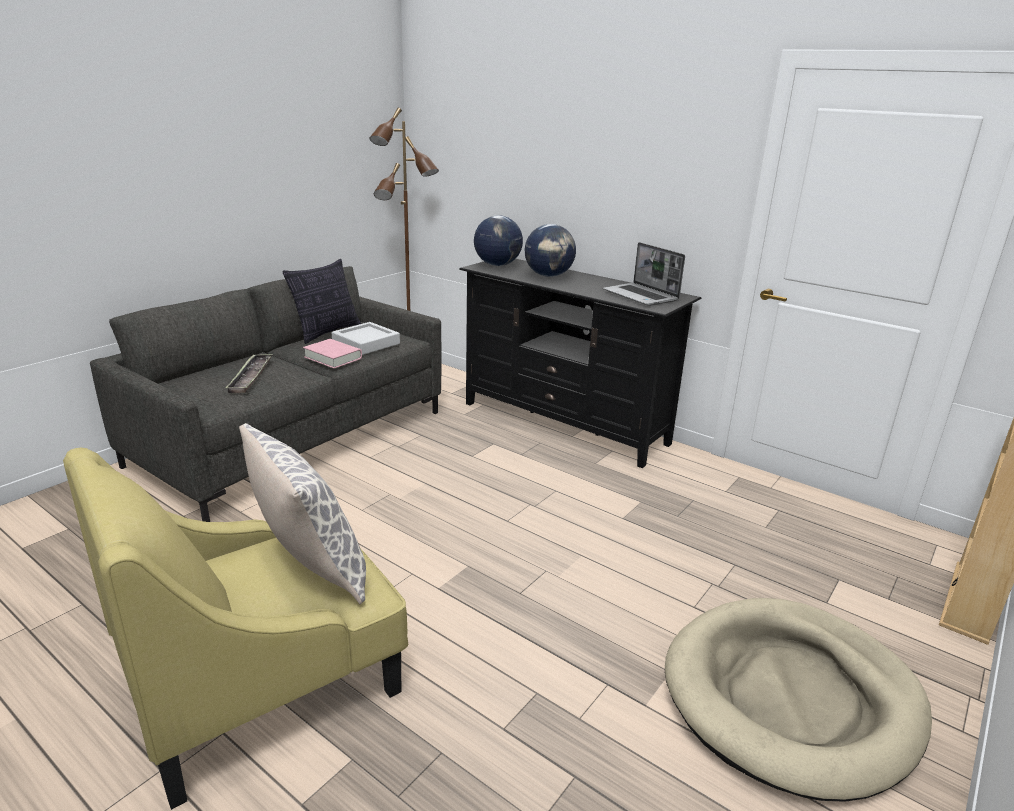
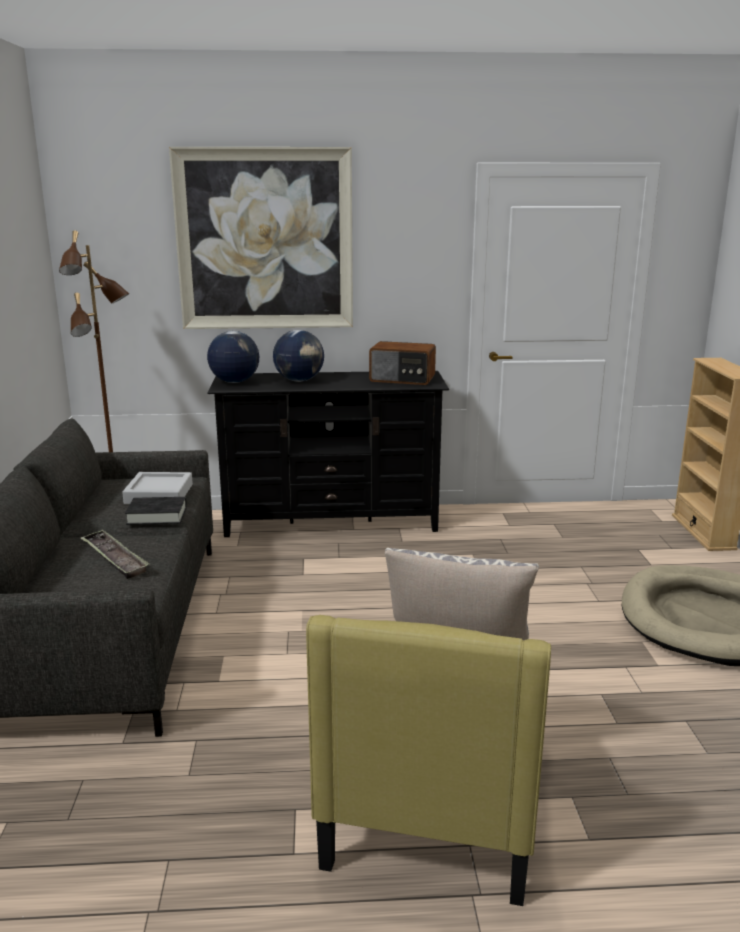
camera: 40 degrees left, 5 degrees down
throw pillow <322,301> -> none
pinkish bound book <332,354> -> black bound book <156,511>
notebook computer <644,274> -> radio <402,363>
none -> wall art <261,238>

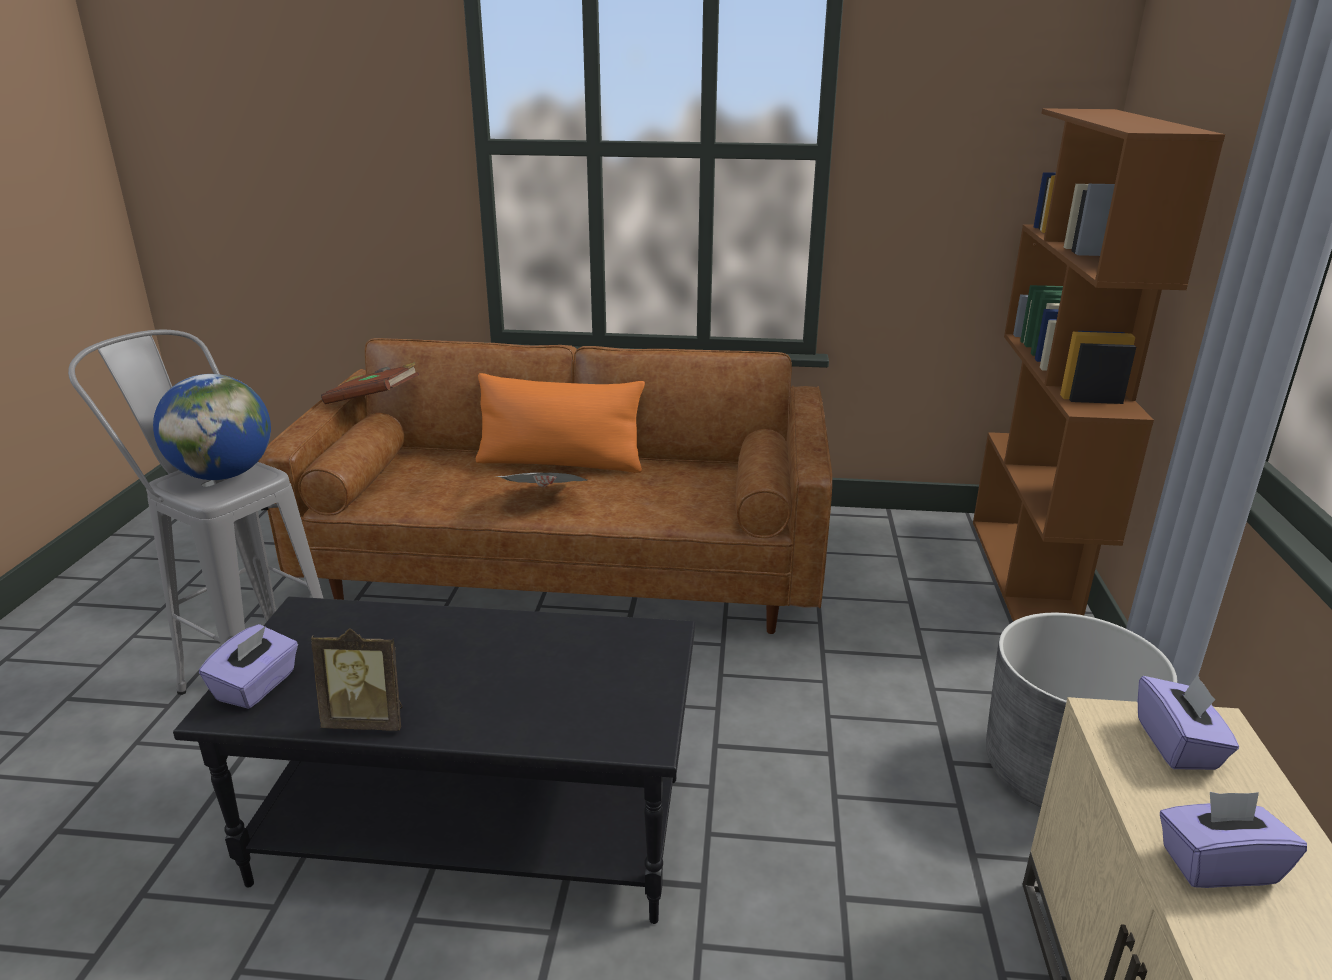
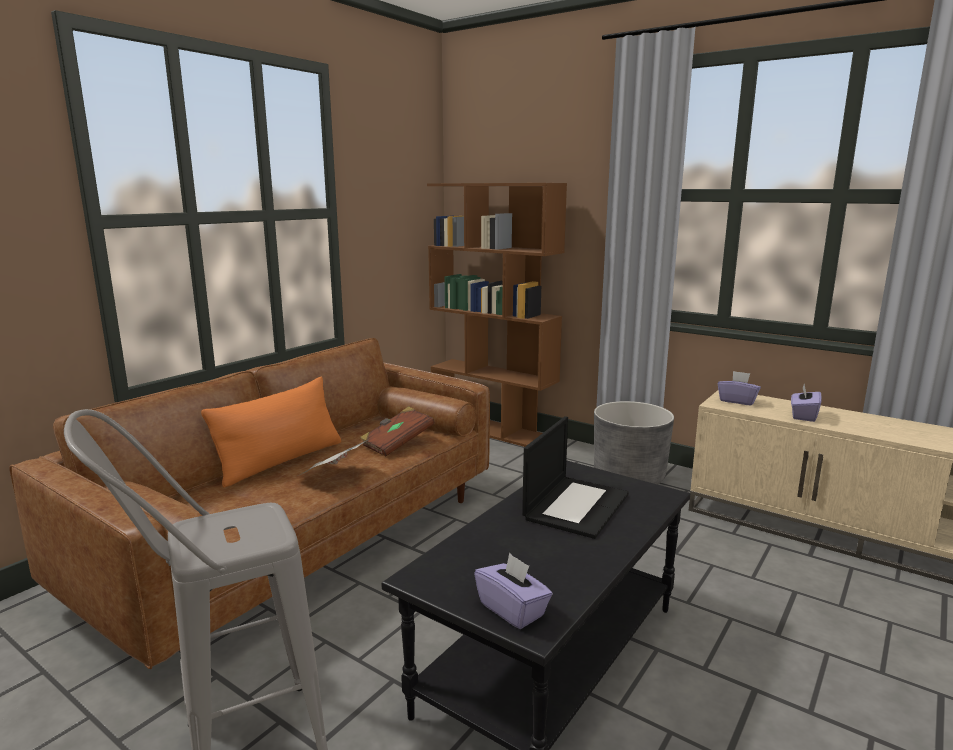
camera: 60 degrees left, 10 degrees down
world globe <212,427> -> none
picture frame <356,679> -> none
brown bound book <370,383> -> brown bound book <397,431>, relocated
none -> notebook computer <575,477>

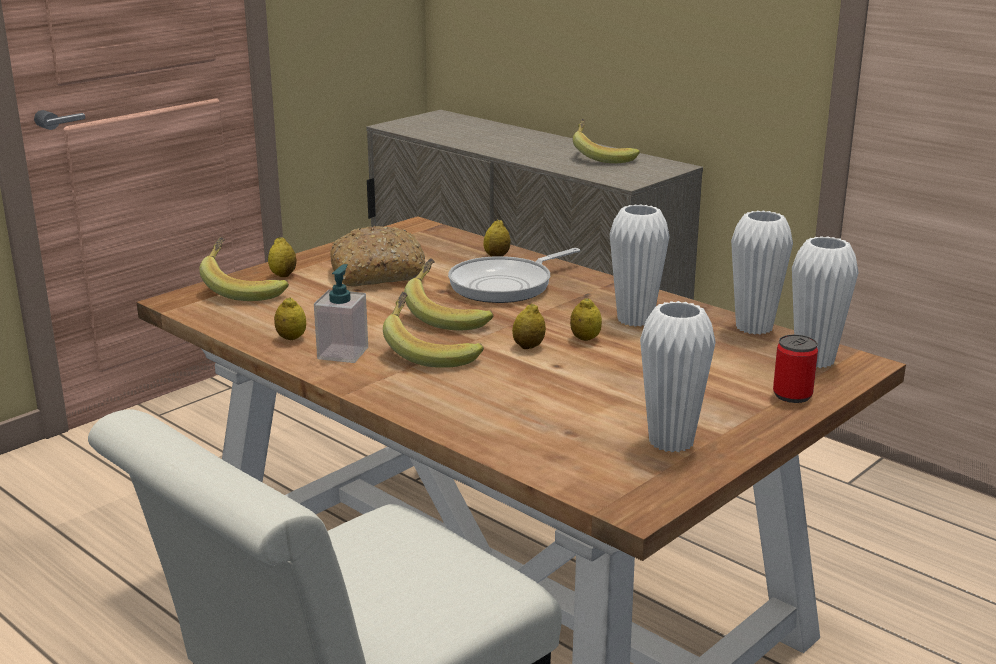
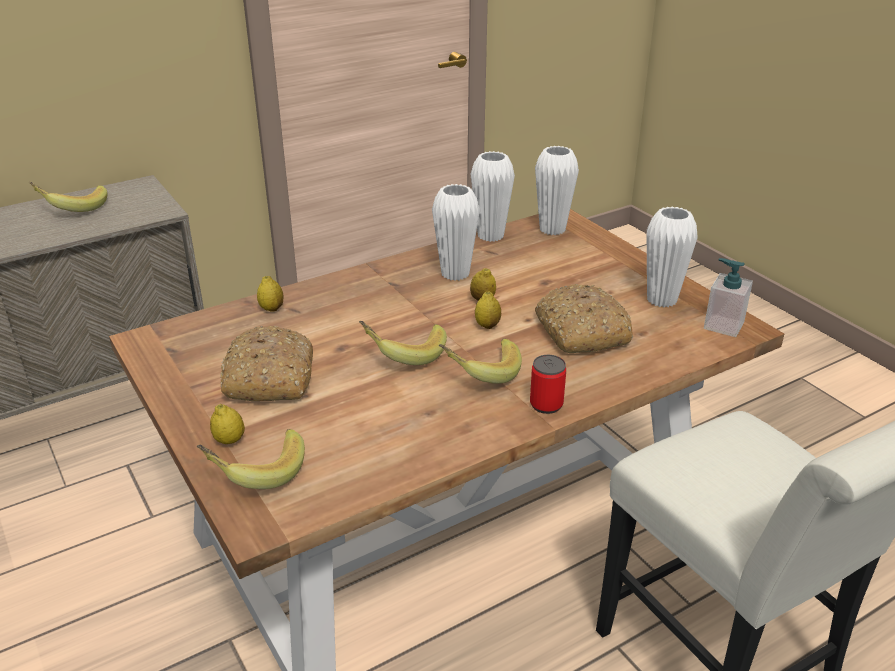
camera: 75 degrees left, 10 degrees up
lemon <290,318> -> none
liquid soap bottle <341,313> -> liquid soap bottle <728,297>, relocated
pan <514,275> -> none
metal can <795,369> -> metal can <548,384>, relocated
none -> bread <584,318>

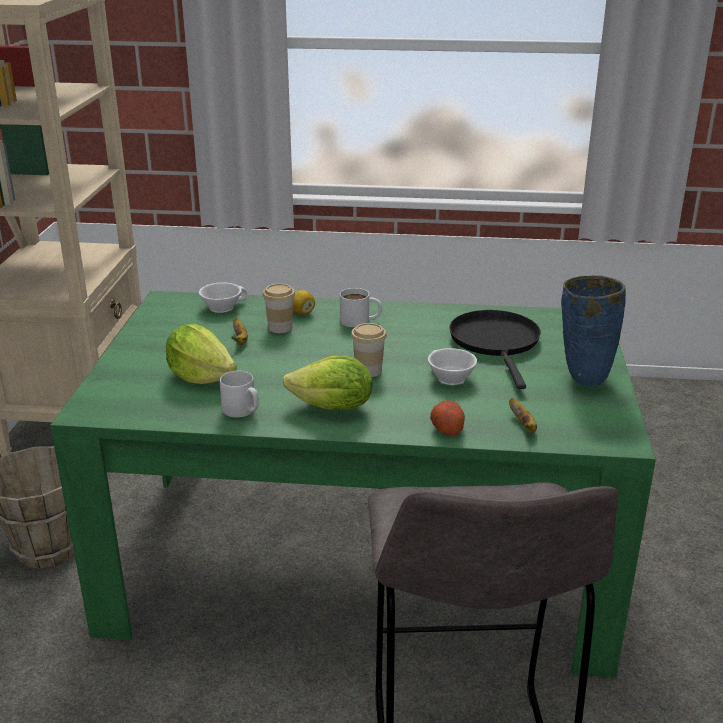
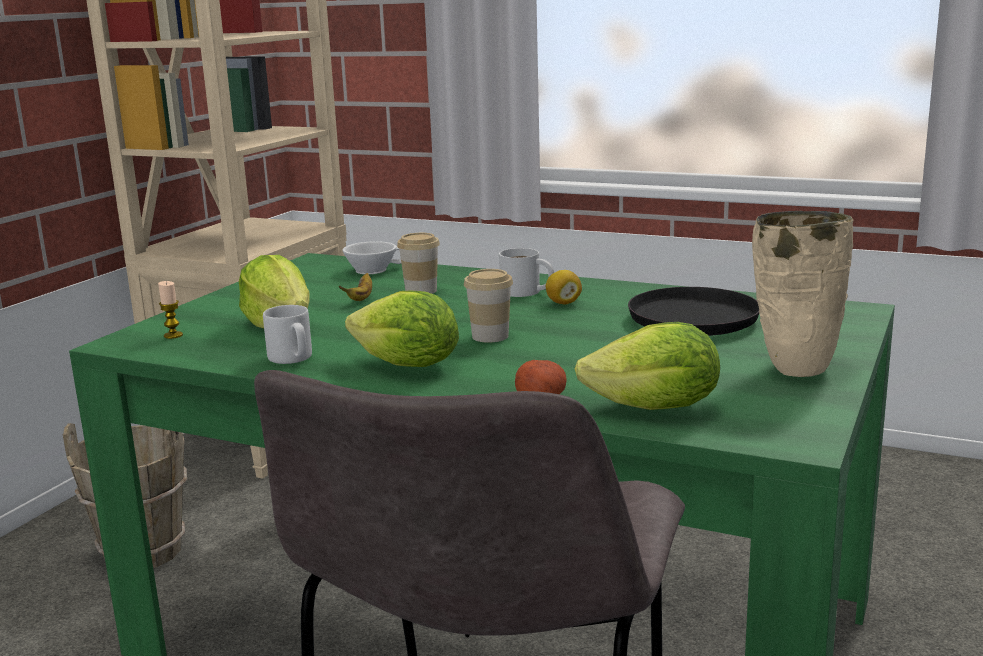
camera: 20 degrees right, 10 degrees down
lemon <304,302> -> lemon <563,287>, relocated
white cup <452,366> -> none
banana <523,415> -> head of lettuce <647,366>
blue-coloured flower vase <593,330> -> sand-coloured flower vase <803,294>
none -> wax candle <170,310>

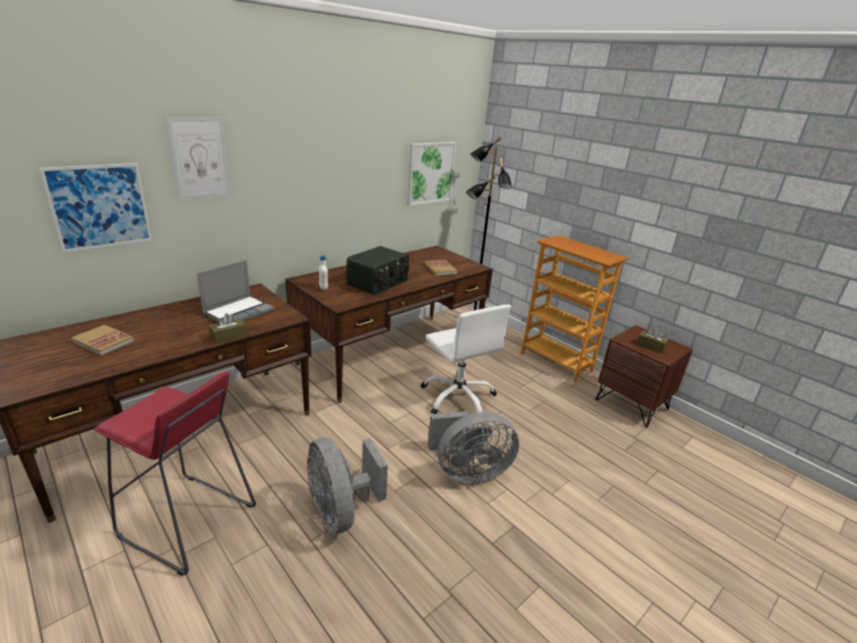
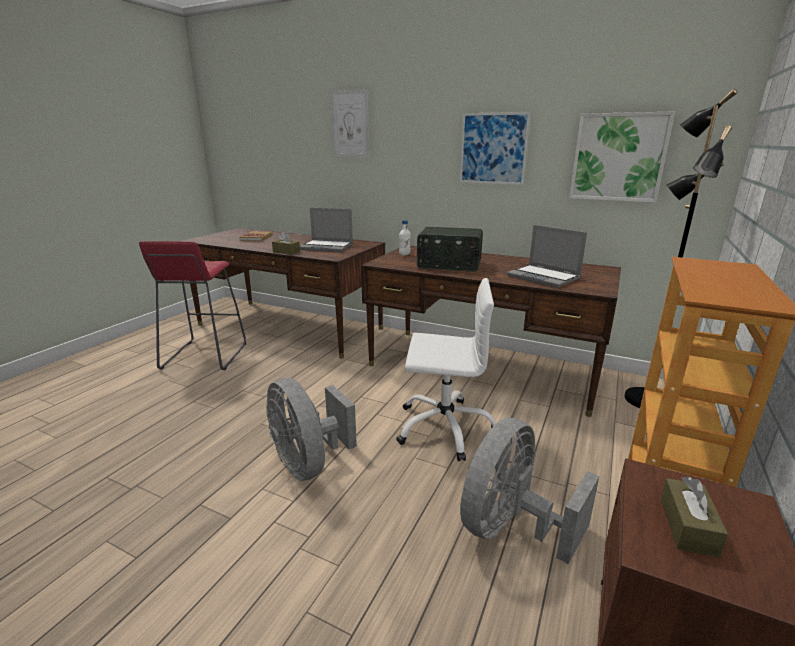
camera: 70 degrees right, 5 degrees down
wall art <95,208> -> wall art <495,148>, relocated
gray electric fan <347,485> -> gray electric fan <529,491>, relocated
white computer chair <466,359> -> white computer chair <446,369>, 120 degrees counterclockwise
bound book <441,268> -> notebook computer <546,256>

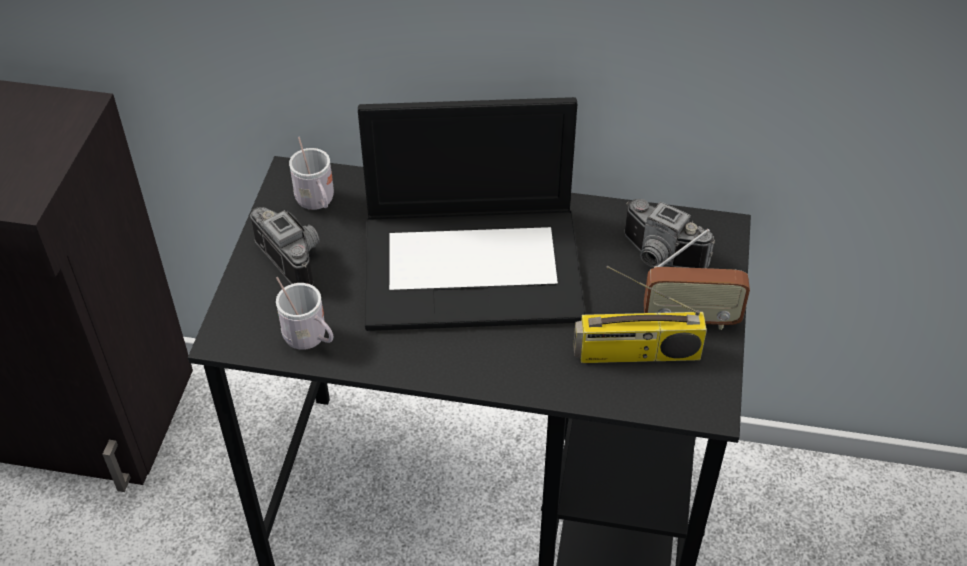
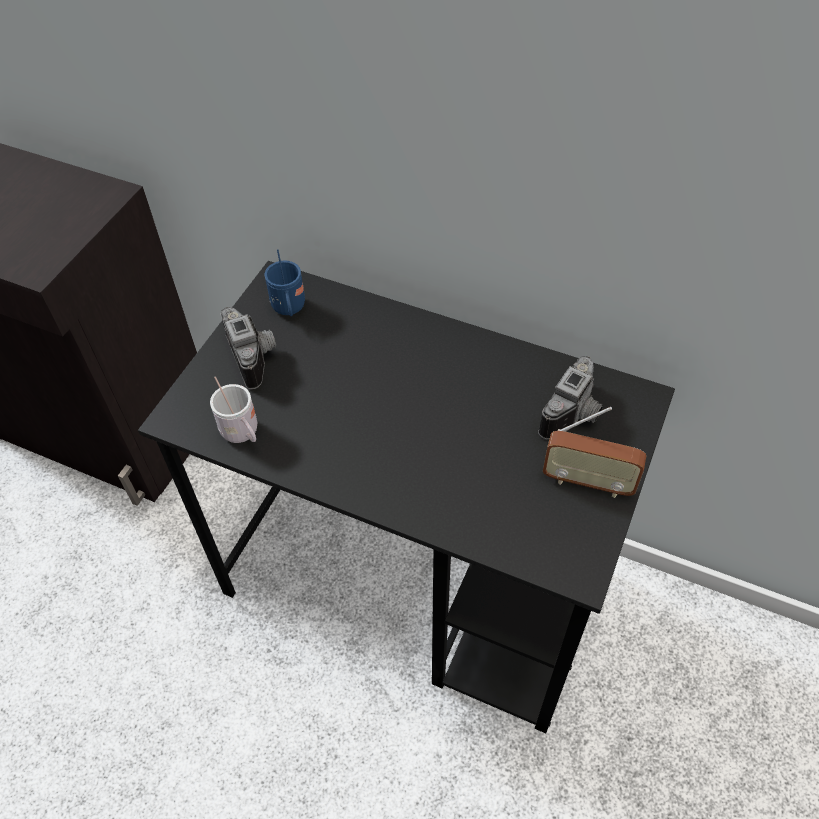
camera: 15 degrees right, 5 degrees up
white mug <311,173> -> blue-coloured mug <285,282>
notebook computer <472,214> -> none
radio <640,314> -> none
photo camera <670,233> -> photo camera <570,397>, 105 degrees counterclockwise

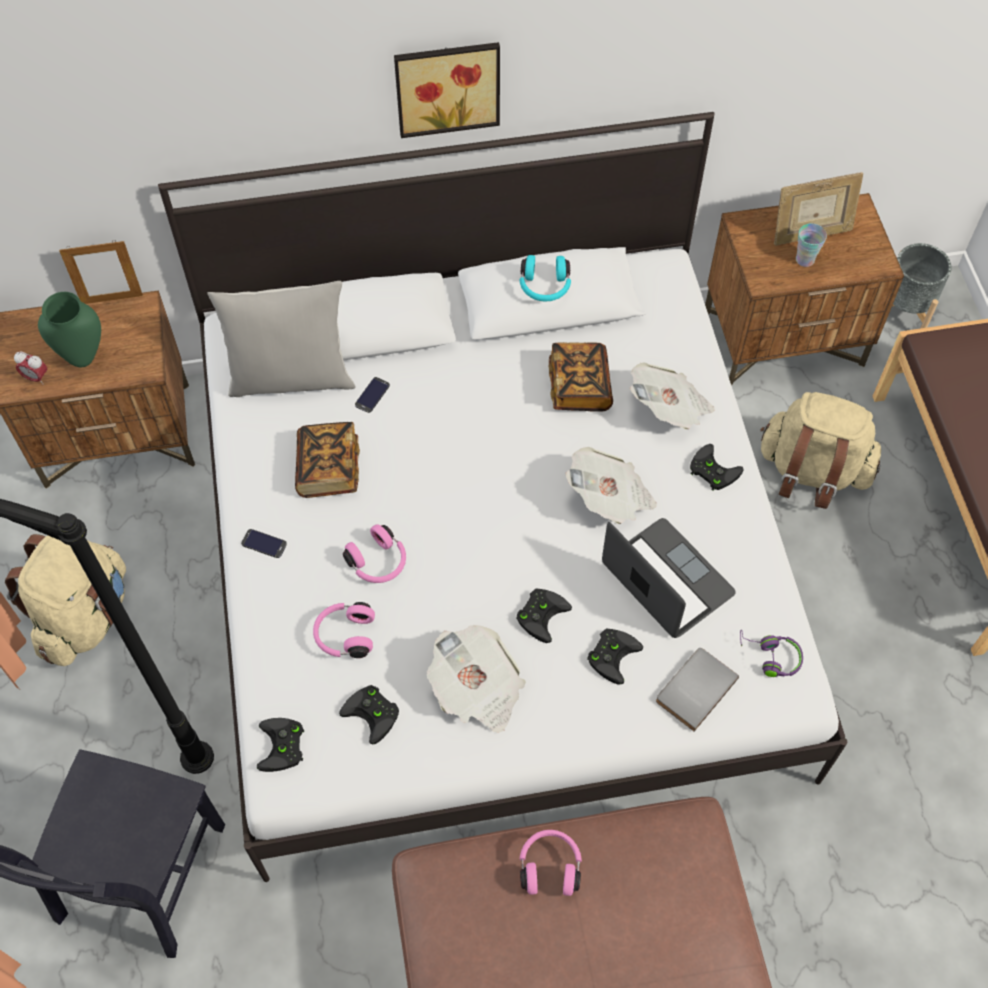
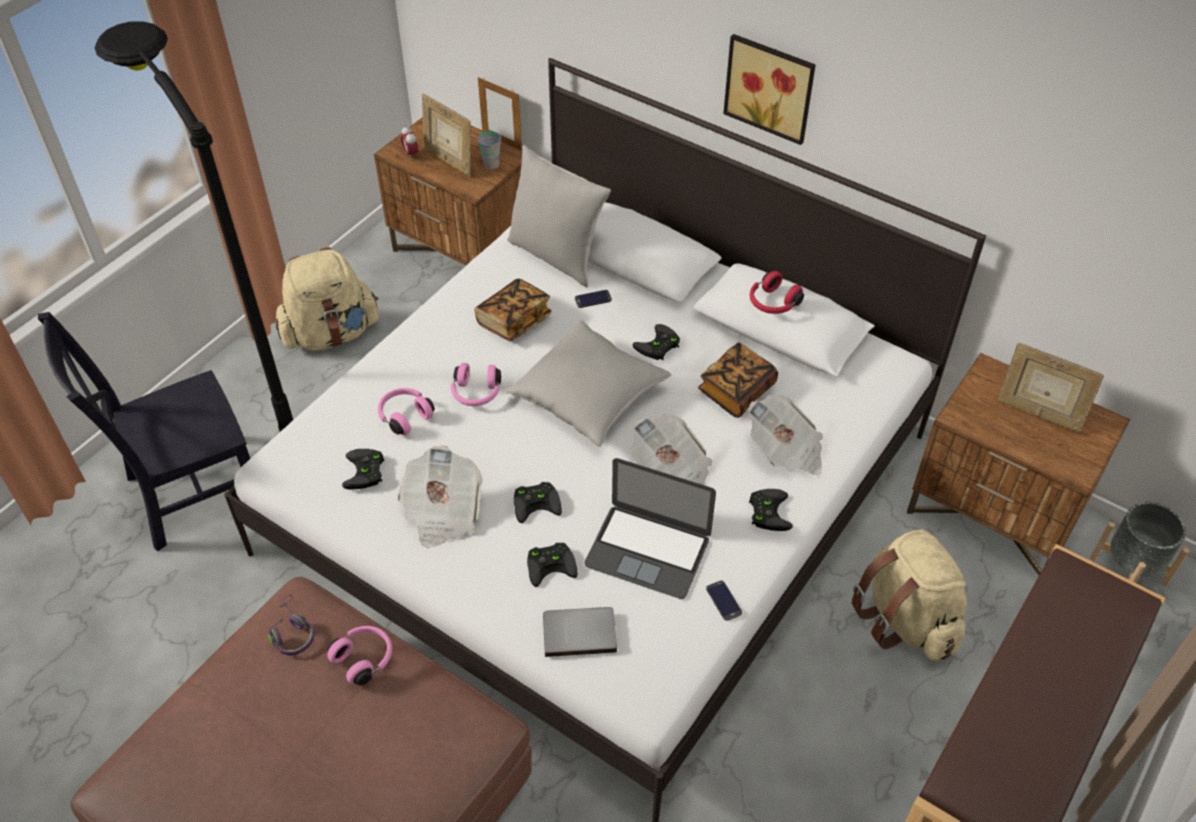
camera: 45 degrees right, 10 degrees down
greenish flower vase <69,329> -> picture frame <446,135>
telephone <264,543> -> telephone <724,600>, relocated
black gamepad <280,745> -> black gamepad <656,342>, relocated
turquoise headphones <545,278> -> red headphones <777,292>
notebook computer <669,578> -> notebook computer <650,528>, 105 degrees clockwise
purplish headphones <771,653> -> purplish headphones <291,625>, relocated
cup <811,245> -> cup <489,150>, relocated
none -> gray throw pillow <588,383>

